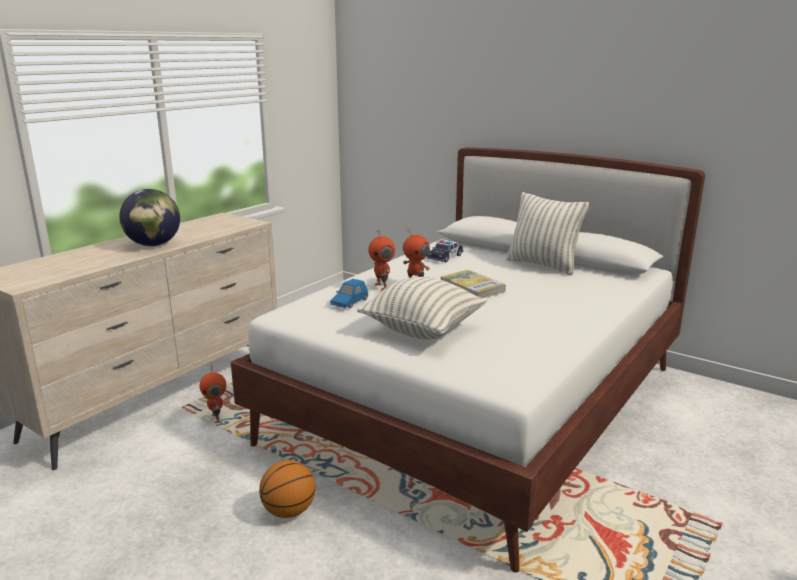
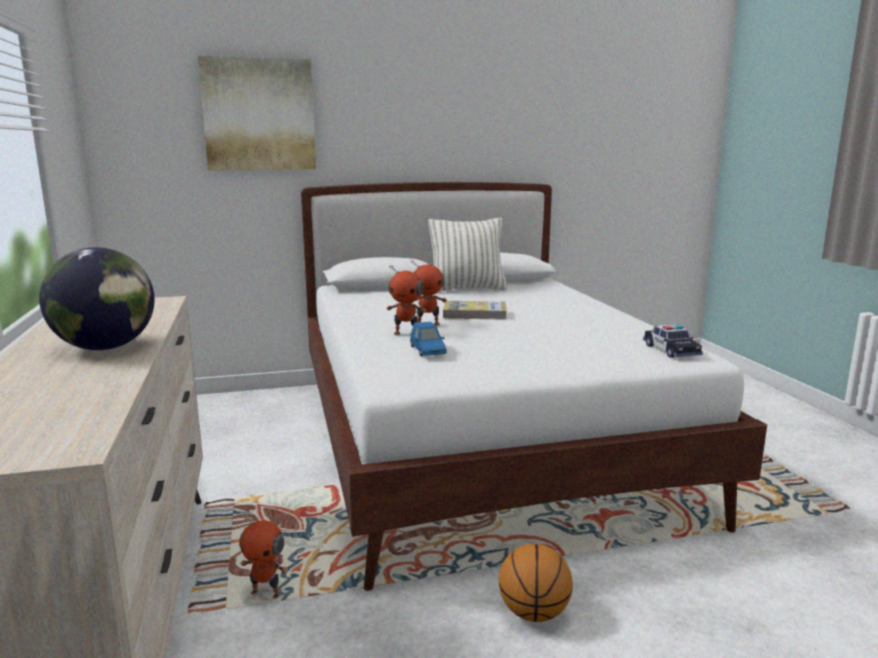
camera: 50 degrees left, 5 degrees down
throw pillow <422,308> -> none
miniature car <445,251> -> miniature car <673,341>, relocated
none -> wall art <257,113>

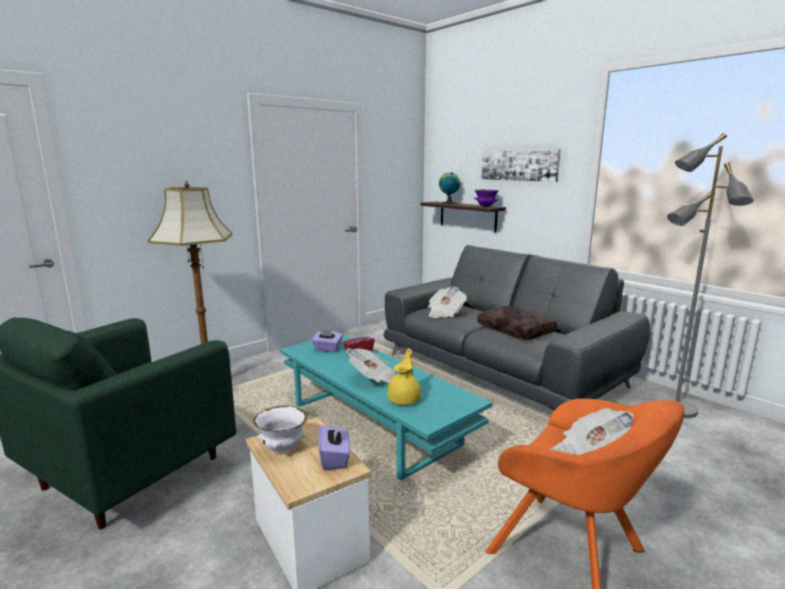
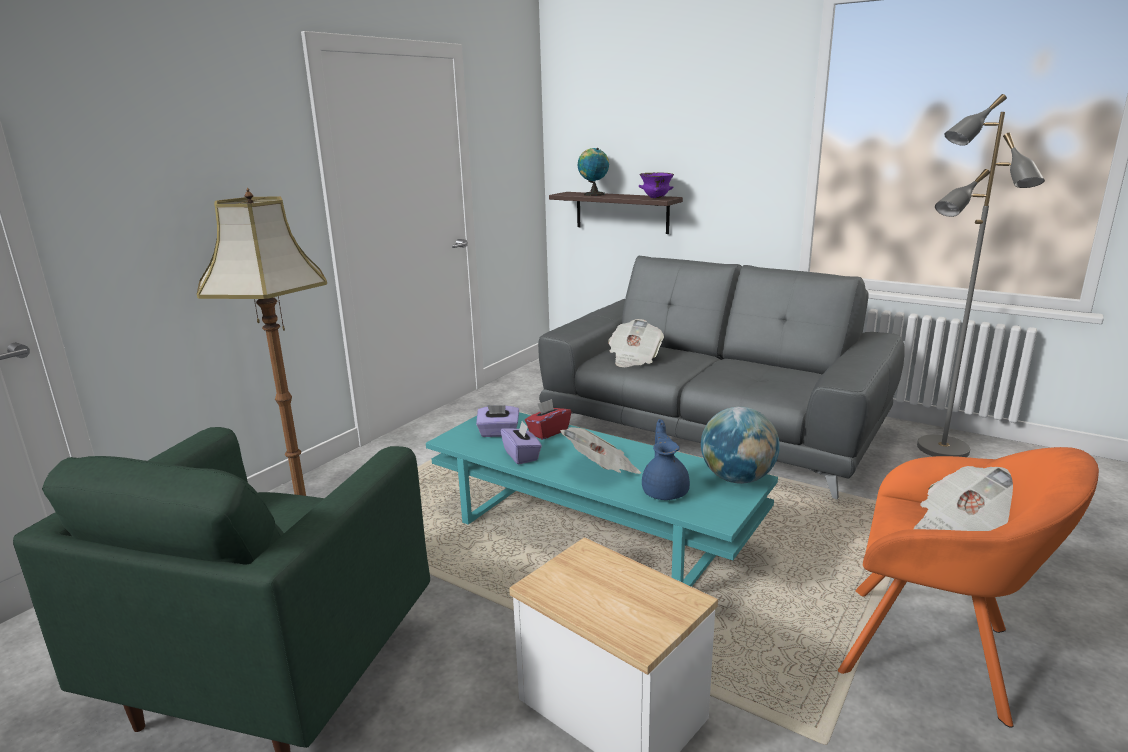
camera: 15 degrees left, 5 degrees up
white serving bowl <280,429> -> none
purplish tissue box <334,445> -> purplish tissue box <521,443>, relocated
yellow-coloured tea pot <404,376> -> blue-coloured tea pot <666,459>
brown throw pillow <517,323> -> none
wall art <521,165> -> none
none -> world globe <740,445>

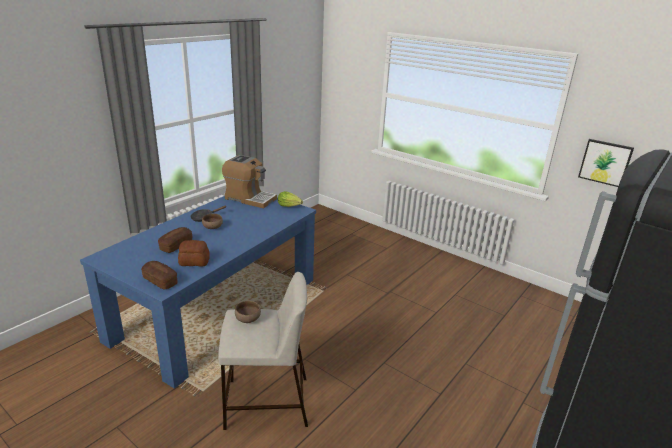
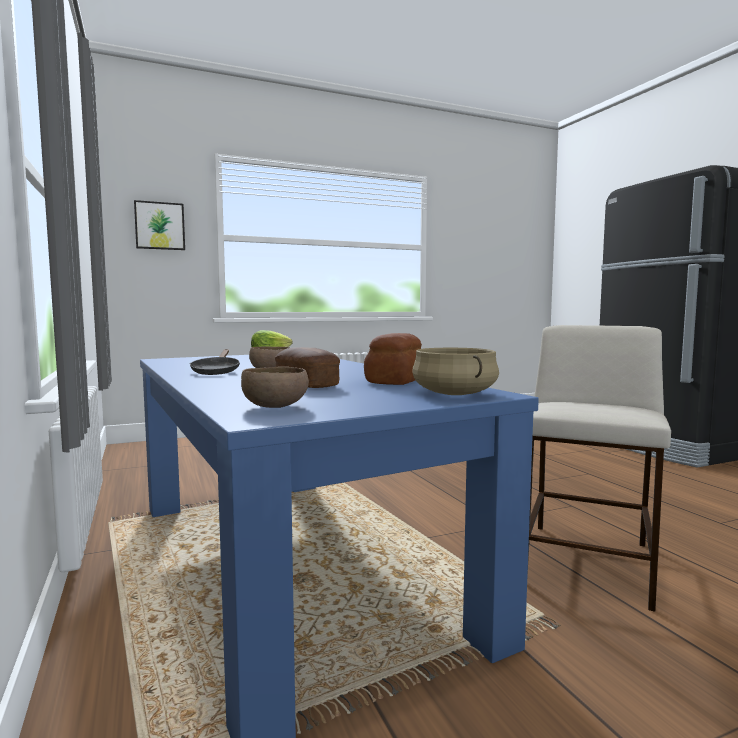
camera: 60 degrees left, 20 degrees down
bread <159,275> -> sand-coloured cooking pot <455,371>
coffee machine <249,181> -> none
brown serving bowl <248,312> -> brown serving bowl <275,387>, relocated
wall art <606,163> -> wall art <159,225>, relocated

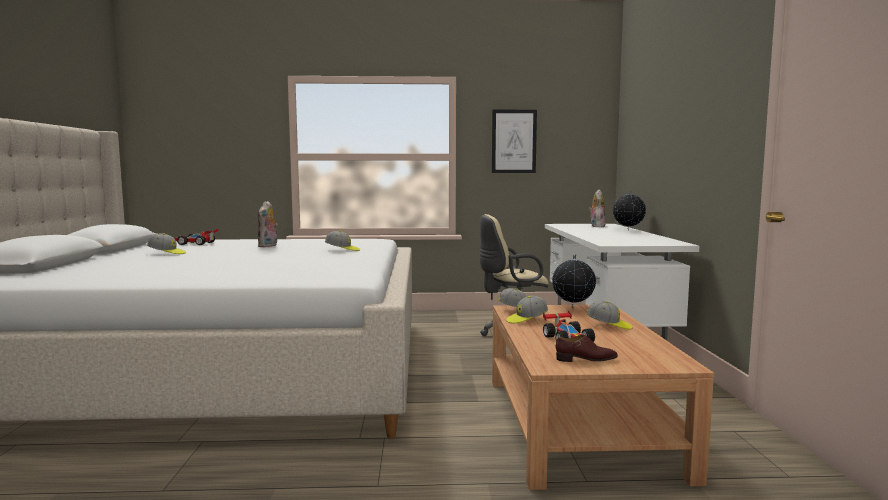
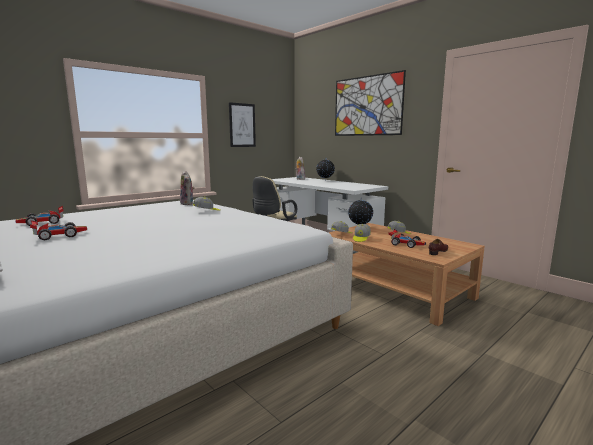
camera: 40 degrees left, 5 degrees up
cap <166,243> -> miniature car <58,230>
cuddly toy <268,224> -> cuddly toy <187,188>, relocated
none -> wall art <370,103>

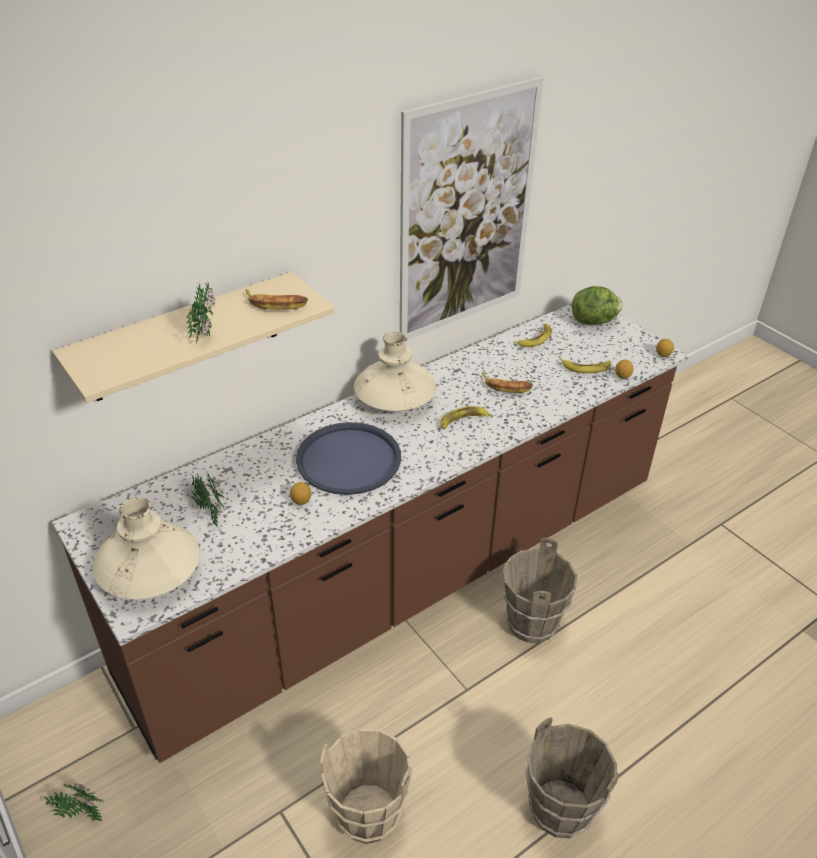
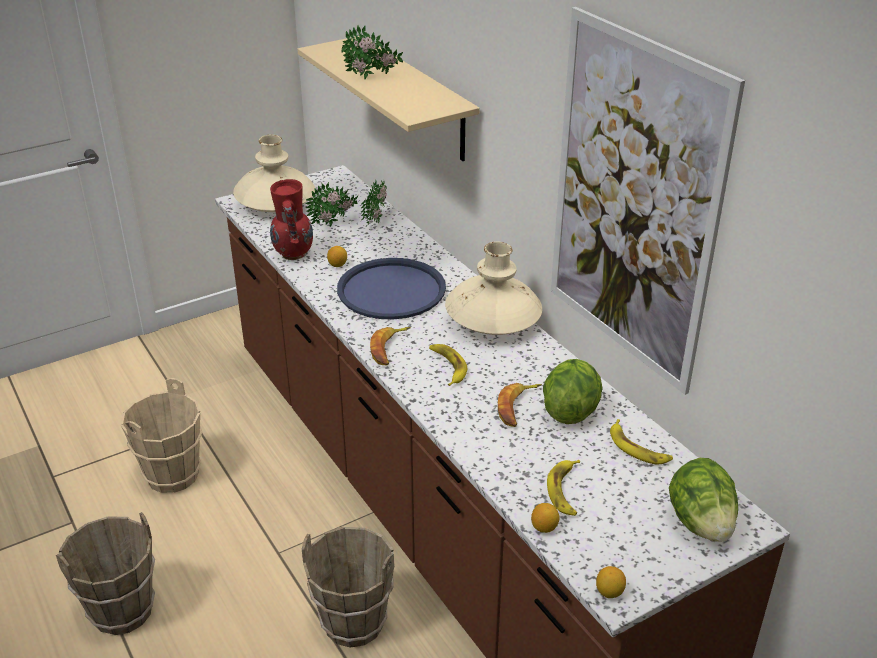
camera: 95 degrees right, 5 degrees down
plant in a pot <74,802> -> plant in a pot <374,204>, relocated
banana <277,299> -> banana <390,346>, relocated
none -> red flower vase <291,219>
none -> head of lettuce <573,391>

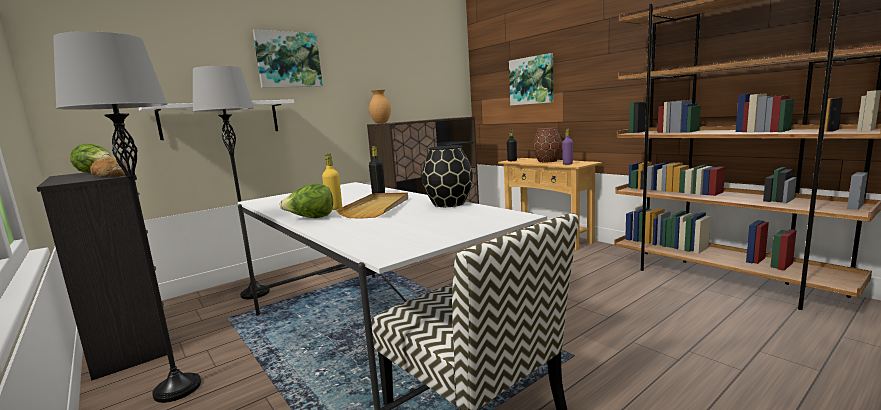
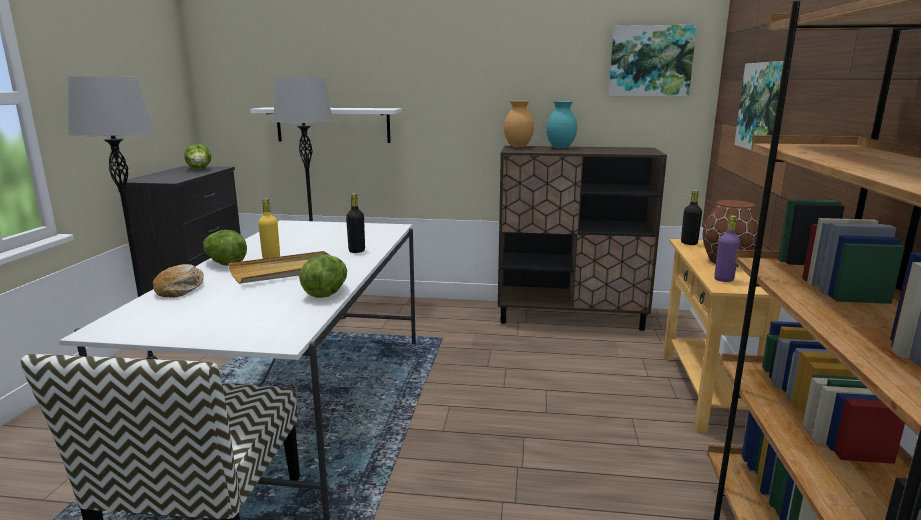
camera: 45 degrees right, 5 degrees up
bread <109,167> -> bread <178,281>, relocated
wall art <288,59> -> wall art <653,60>, relocated
black flower vase <447,176> -> head of lettuce <323,276>
none -> turquoise flower vase <561,125>

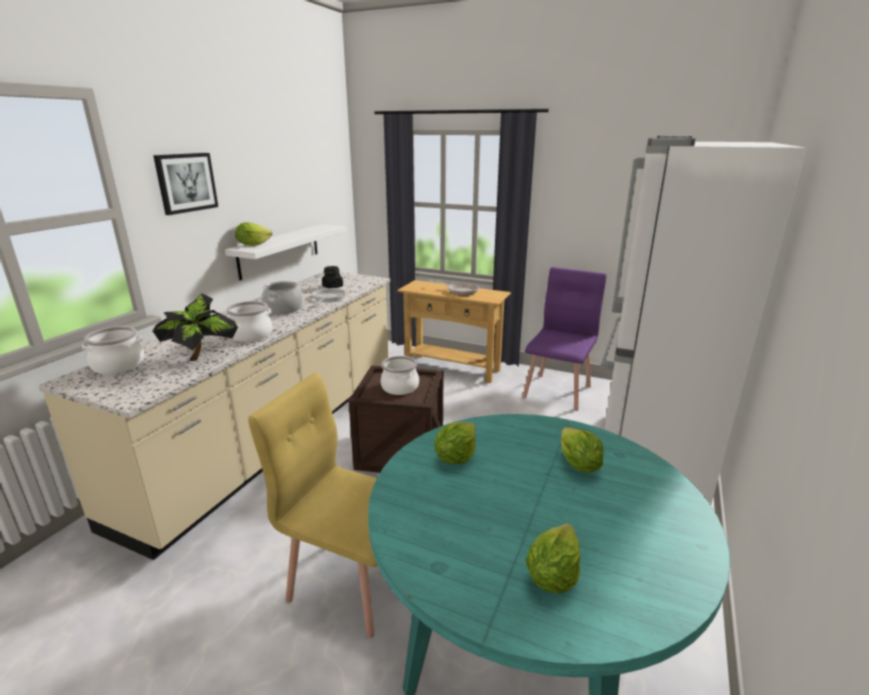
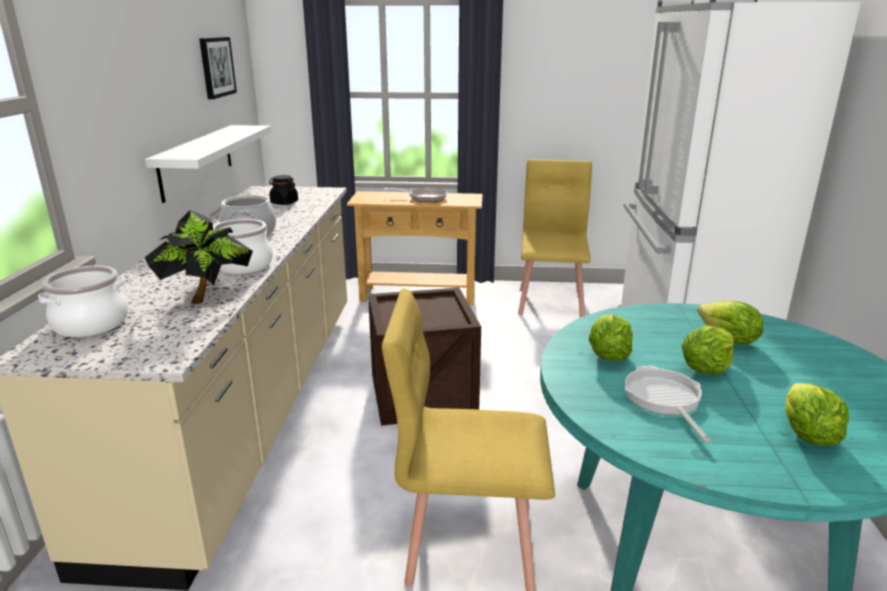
camera: 20 degrees left, 0 degrees up
wall art <185,184> -> wall art <218,68>, relocated
head of lettuce <254,234> -> head of lettuce <708,349>, relocated
pan <329,297> -> pan <668,405>, relocated
cooking pot <399,375> -> none
purplish upright chair <564,339> -> yellow-coloured upright chair <555,238>

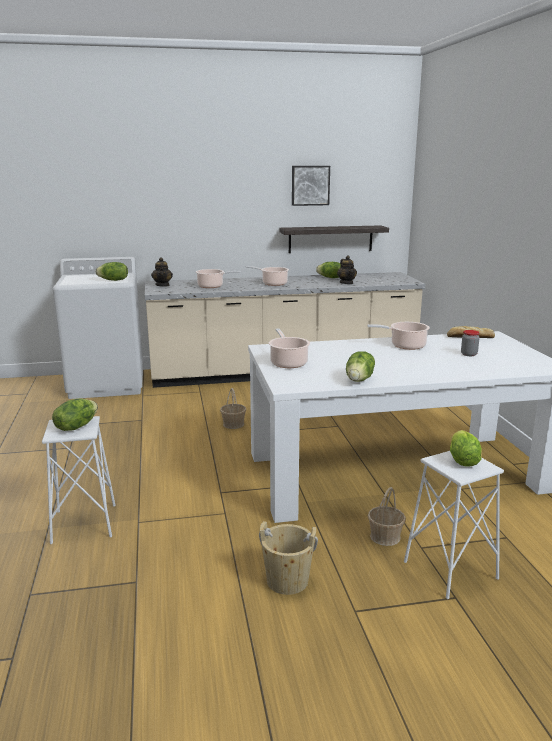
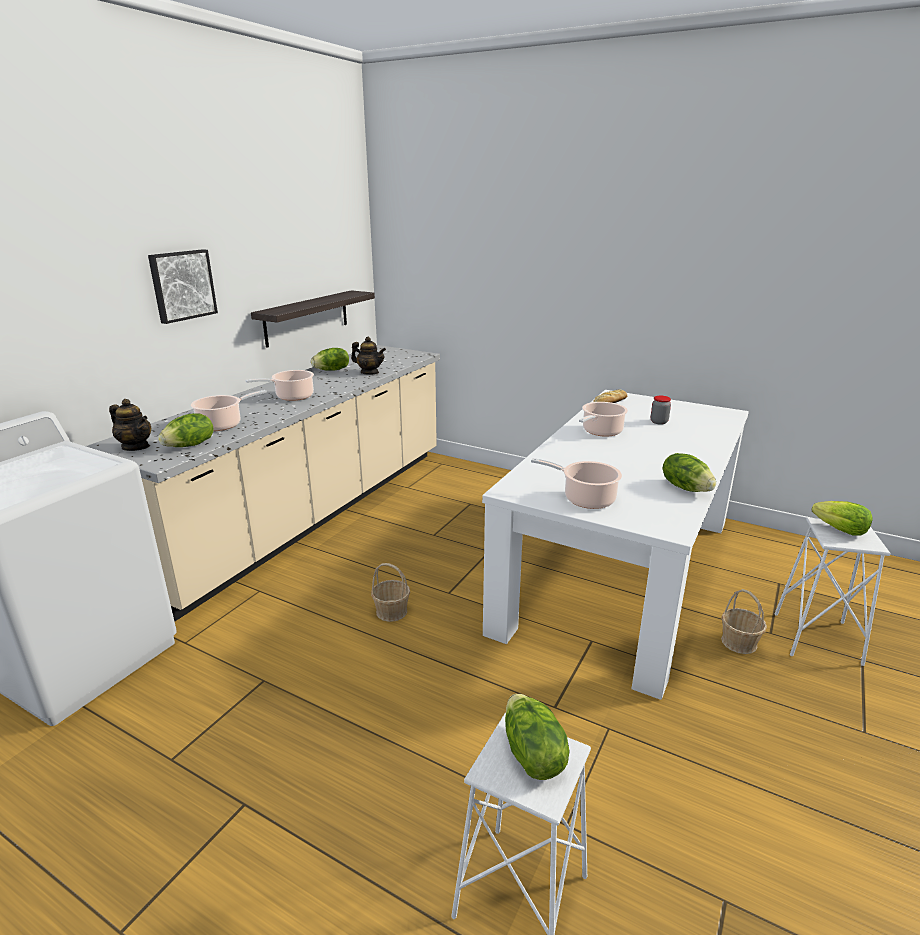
camera: 50 degrees left, 5 degrees up
head of lettuce <112,271> -> head of lettuce <186,430>, relocated
sand-coloured pail <288,558> -> none
wall art <311,186> -> wall art <183,286>, relocated

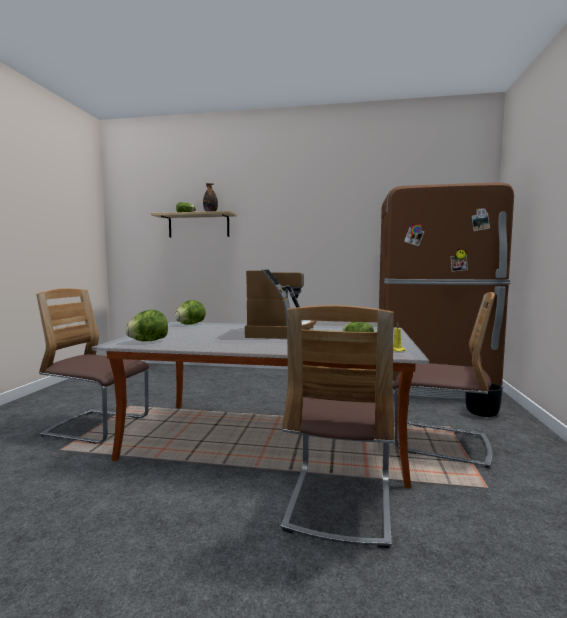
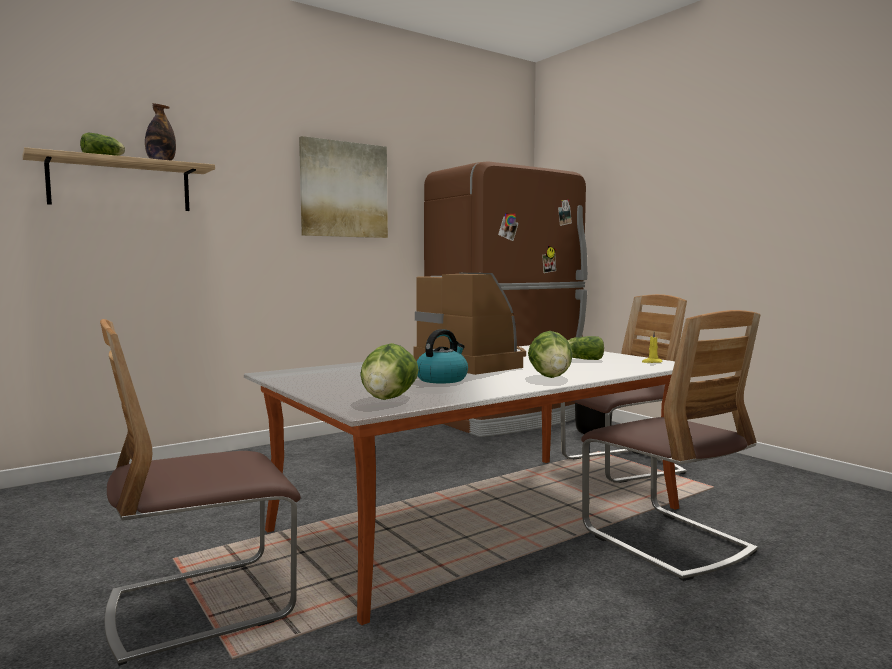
camera: 45 degrees left, 0 degrees up
head of lettuce <190,312> -> head of lettuce <550,354>, relocated
none -> wall art <343,187>
none -> tea kettle <442,356>

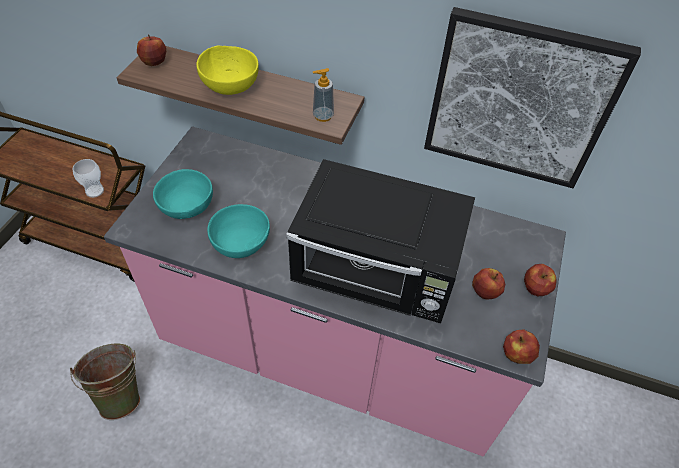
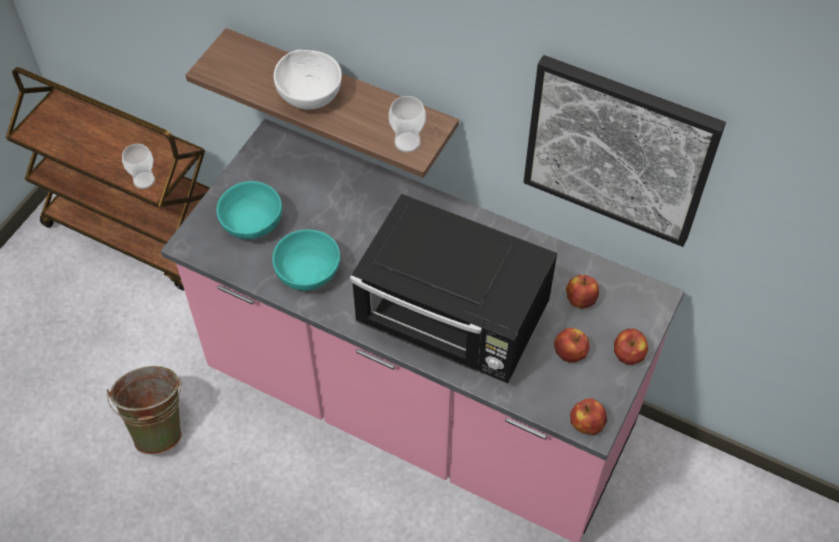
camera: 10 degrees right, 5 degrees up
apple fruit <151,50> -> apple fruit <582,292>, relocated
yellow-coloured serving bowl <228,70> -> white serving bowl <308,80>
liquid soap bottle <323,95> -> cup <407,124>

